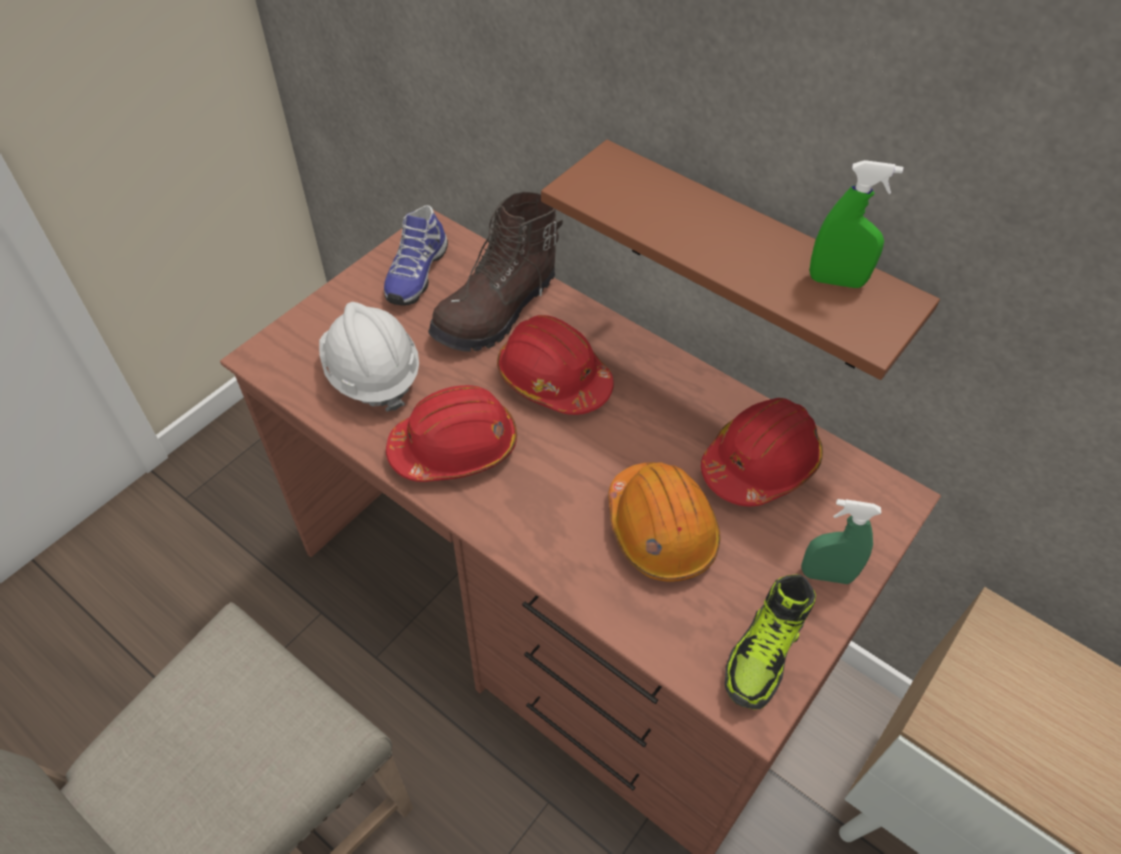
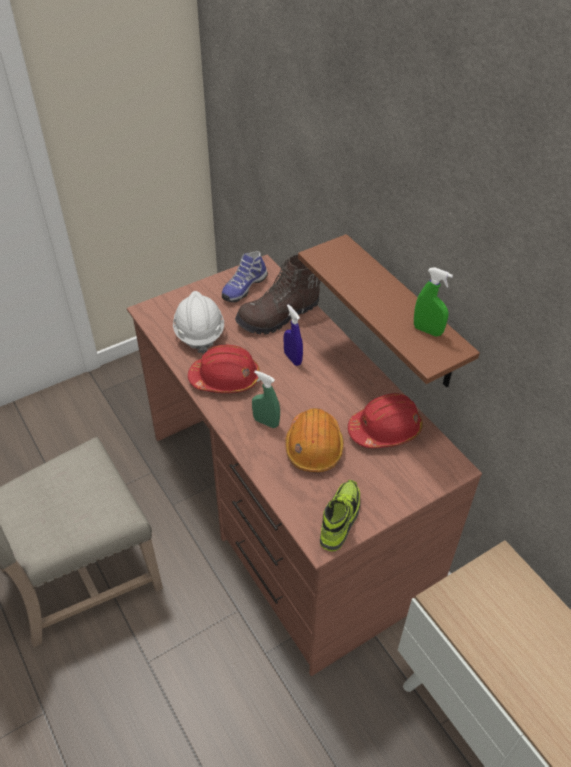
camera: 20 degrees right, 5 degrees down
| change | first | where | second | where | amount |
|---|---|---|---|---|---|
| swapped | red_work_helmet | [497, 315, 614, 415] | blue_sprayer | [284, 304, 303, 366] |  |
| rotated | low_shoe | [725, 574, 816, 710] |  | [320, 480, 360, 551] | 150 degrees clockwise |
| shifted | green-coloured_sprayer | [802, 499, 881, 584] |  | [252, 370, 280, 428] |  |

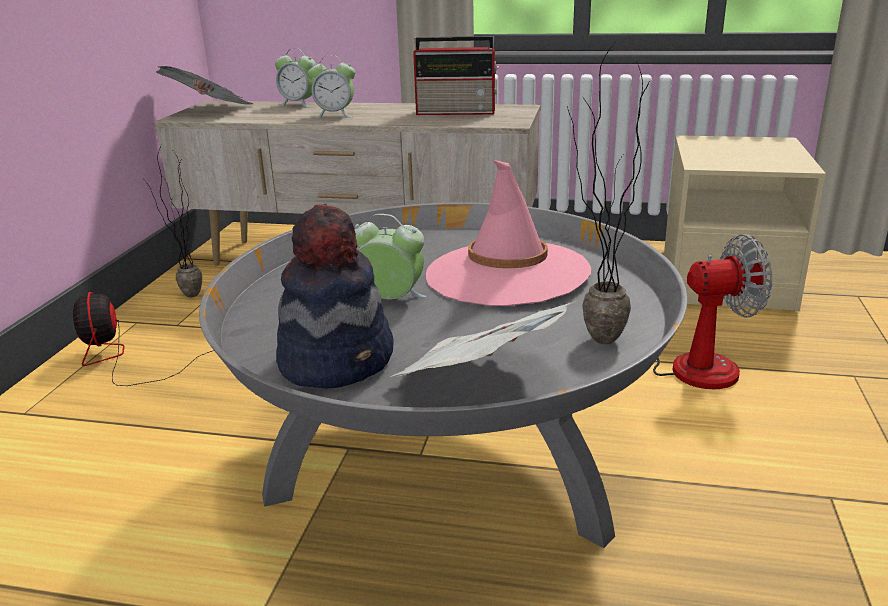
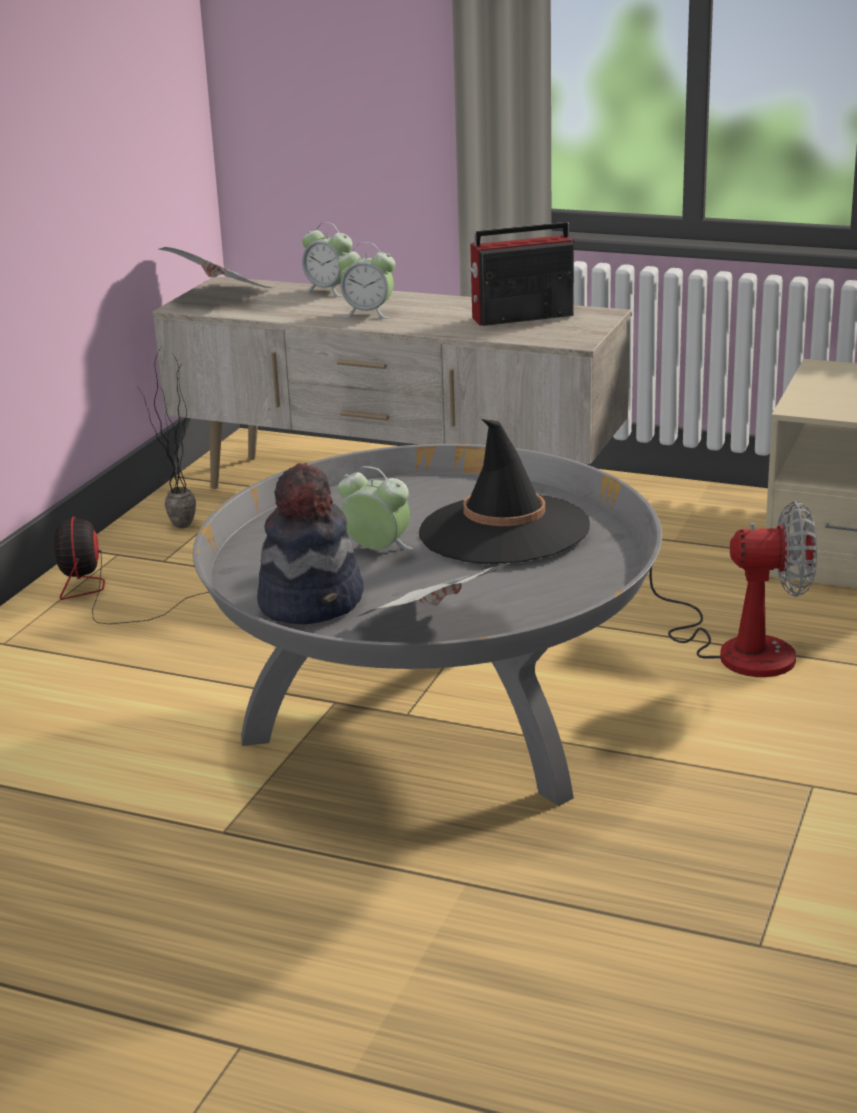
camera: 10 degrees right, 0 degrees up
| change | first | where | second | where | amount |
|---|---|---|---|---|---|
| rotated | radio | [413, 36, 499, 115] |  | [469, 222, 574, 326] | 150 degrees clockwise |
| repainted | pink-coloured_wearable_hat | [426, 160, 591, 306] | black_wearable_hat | [419, 419, 590, 564] |  |
| gone | houseplant | [567, 44, 650, 344] |  |  |  |

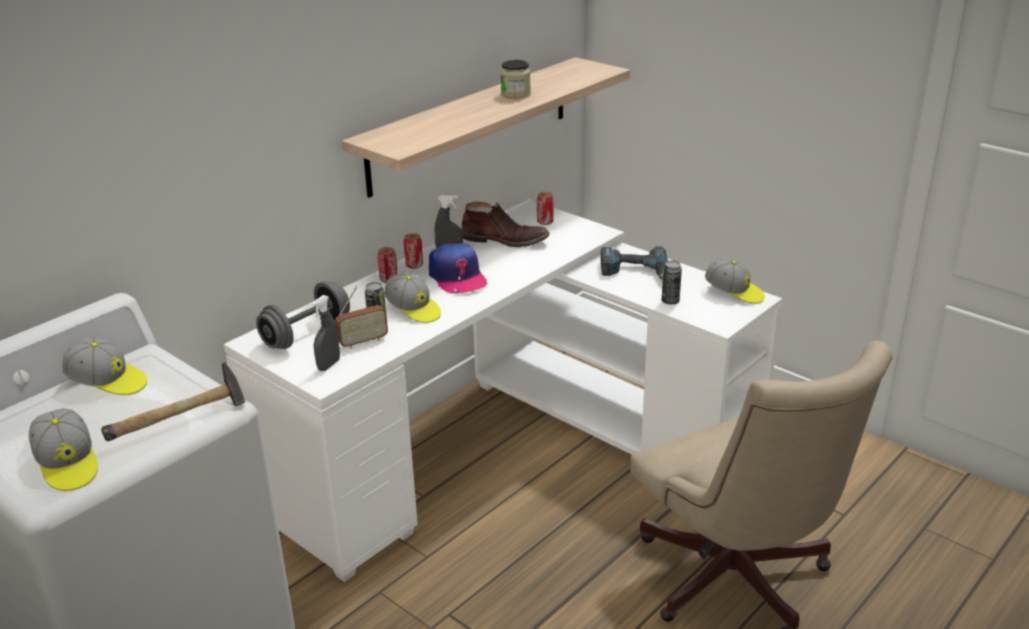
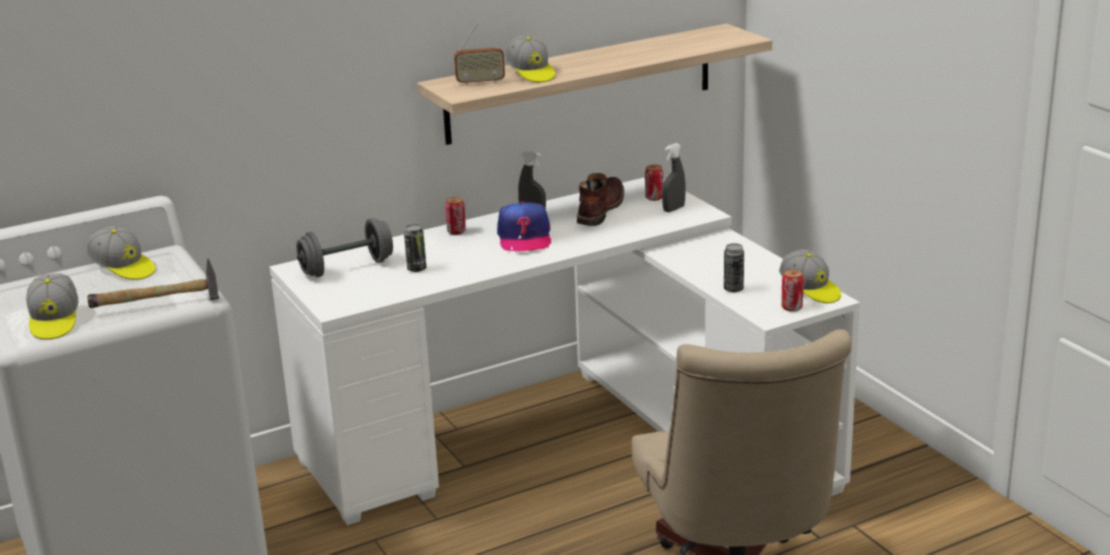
camera: 20 degrees right, 5 degrees down
| change | first | where | second | where | amount |
|---|---|---|---|---|---|
| shifted | grey_sprayer | [312, 295, 340, 371] |  | [662, 143, 686, 212] |  |
| shifted | radio | [335, 286, 388, 349] |  | [454, 23, 505, 86] |  |
| shifted | peaked_cap | [384, 272, 441, 323] |  | [506, 35, 555, 82] |  |
| shifted | can | [404, 233, 423, 269] |  | [781, 269, 804, 312] |  |
| rotated | brownish_tall_boot | [461, 202, 550, 247] |  | [577, 173, 624, 226] | 105 degrees counterclockwise |
| gone | storage_jar | [500, 60, 531, 99] |  |  |  |
| gone | drill | [601, 246, 668, 280] |  |  |  |

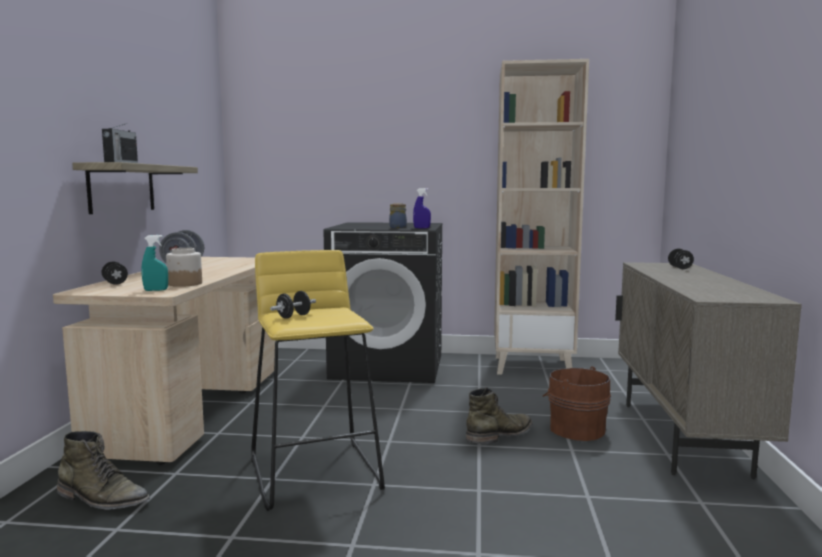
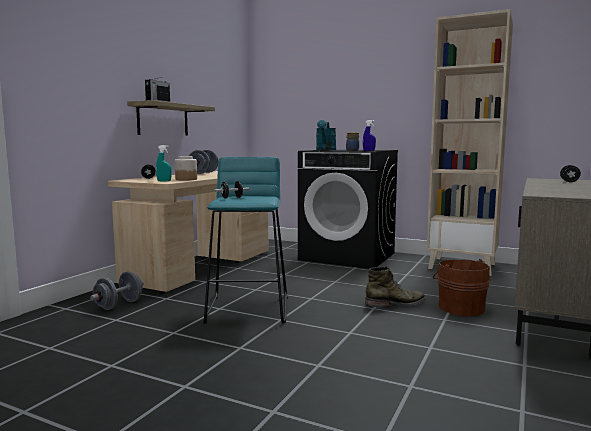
camera: 20 degrees right, 0 degrees up
| change | first | where | second | where | amount |
|---|---|---|---|---|---|
| swapped | green-coloured_tall_boot | [57, 431, 150, 510] | grey_dumbbell | [90, 271, 144, 310] |  |
| repainted | yellow_sitting_stool | [251, 250, 385, 511] | turquoise-coloured_sitting_stool | [203, 157, 288, 324] |  |
| new |  |  | turquoise-coloured_sprinkling_can | [316, 120, 336, 150] |  |

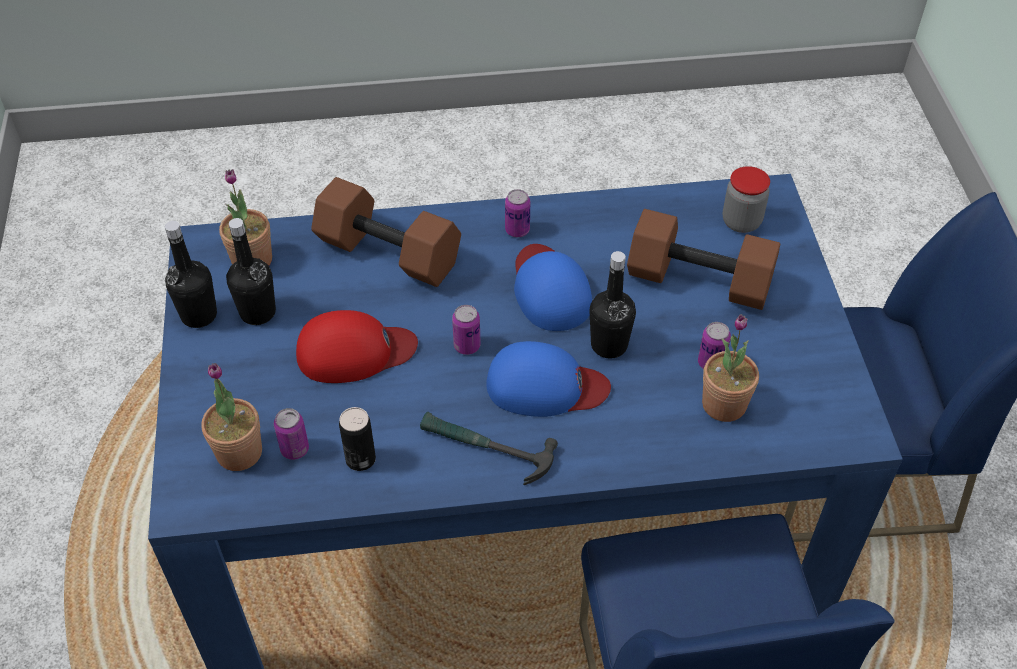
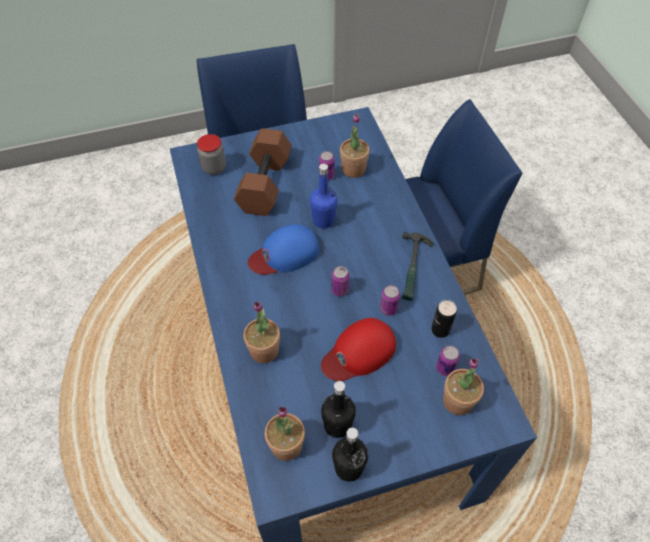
camera: 100 degrees left, 5 degrees up
| change | first | where | second | where | amount |
|---|---|---|---|---|---|
| rotated | red_peaked_cap | [296, 310, 418, 383] |  | [321, 318, 396, 381] | 105 degrees counterclockwise |
| swapped | brownish_dumbbell | [311, 177, 461, 287] | houseplant | [243, 302, 280, 363] |  |
| gone | blue_peaked_cap | [486, 341, 611, 417] |  |  |  |
| shifted | can | [505, 189, 530, 237] |  | [380, 285, 400, 316] |  |
| repainted | black_beverage_bottle | [589, 251, 636, 359] | blue_beverage_bottle | [310, 164, 338, 228] |  |

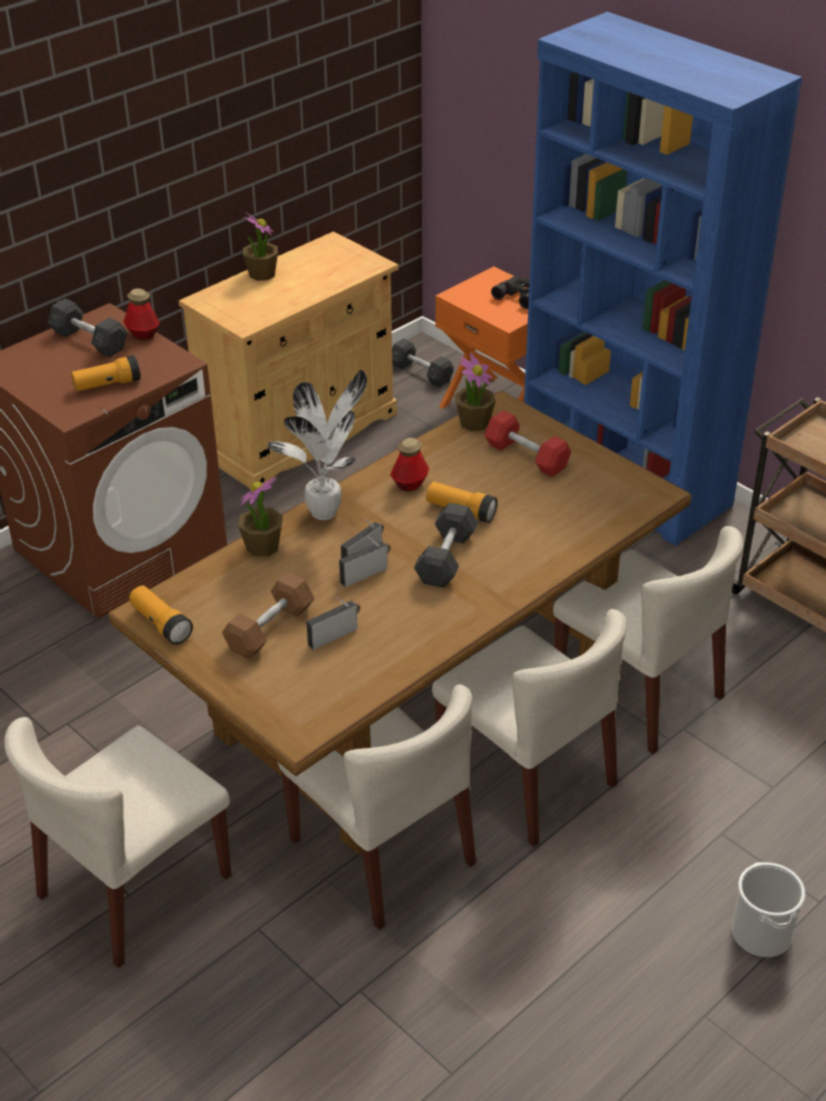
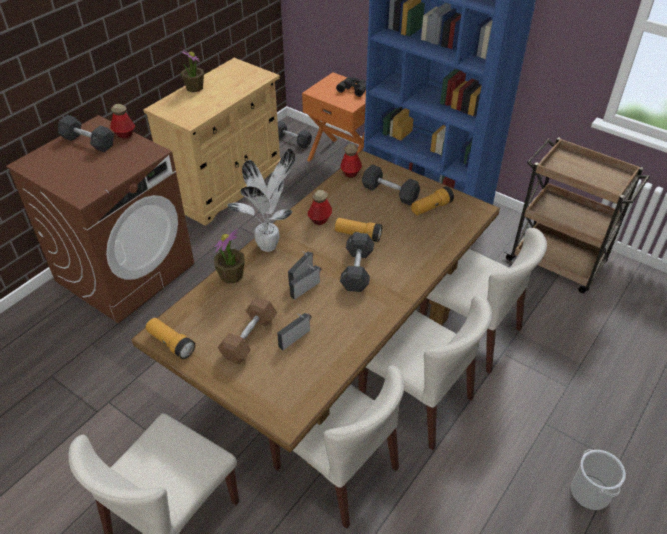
camera: 10 degrees left, 5 degrees up
| change | first | where | second | where | amount |
|---|---|---|---|---|---|
| shifted | hand_torch | [71, 355, 141, 391] |  | [411, 186, 454, 216] |  |
| swapped | houseplant | [455, 353, 496, 431] | beverage_bottle | [340, 144, 362, 178] |  |
| repainted | red_dumbbell | [484, 410, 571, 477] | grey_dumbbell | [362, 164, 420, 205] |  |

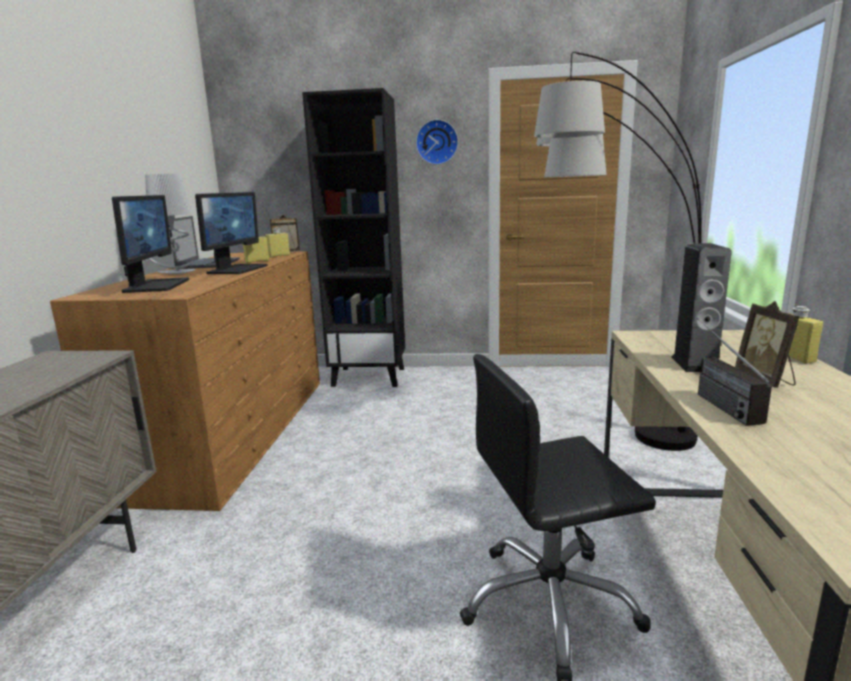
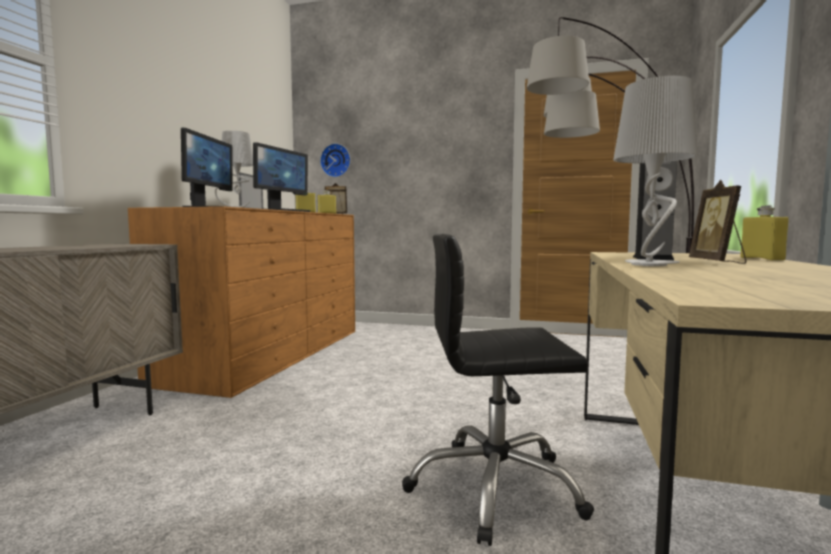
camera: 10 degrees right, 10 degrees down
| change | first | where | second | where | amount |
|---|---|---|---|---|---|
| gone | black_bookcase | [302, 88, 405, 387] |  |  |  |
| shifted | wall_clock | [416, 119, 458, 165] |  | [320, 143, 351, 177] |  |
| swapped | radio | [697, 318, 772, 426] | grey_table_lamp | [613, 75, 698, 266] |  |

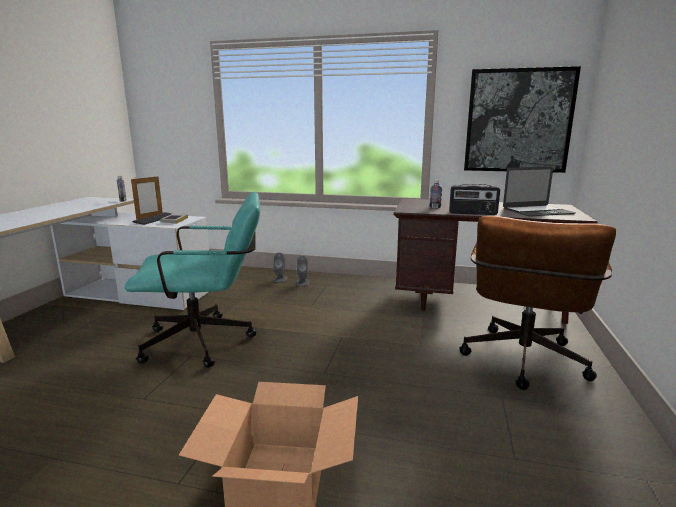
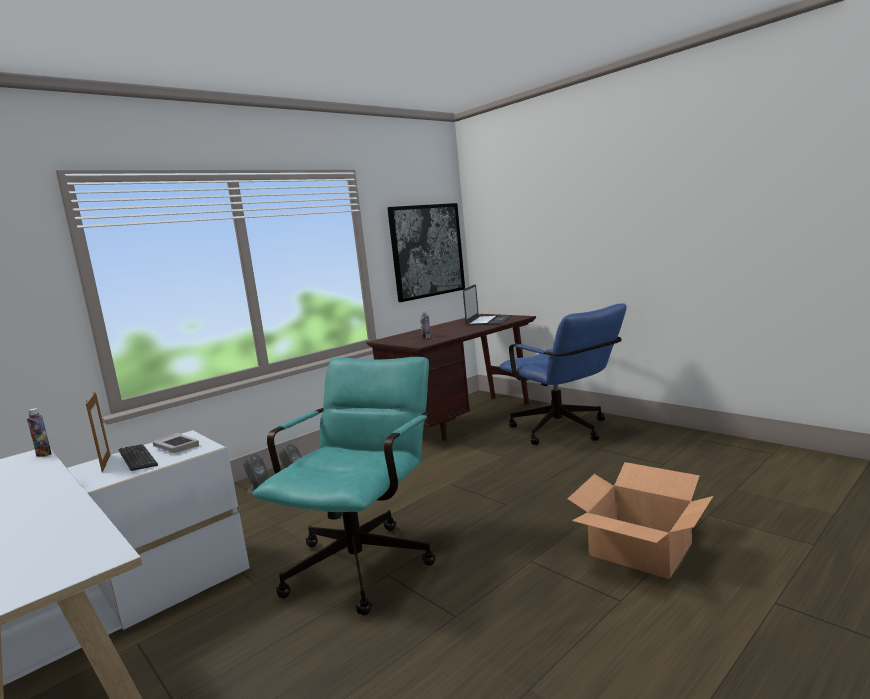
camera: 55 degrees left, 5 degrees down
| change | first | where | second | where | amount |
|---|---|---|---|---|---|
| gone | radio | [449, 184, 500, 215] |  |  |  |
| repainted | brownish_computer_chair | [459, 216, 616, 390] | blue_computer_chair | [499, 304, 627, 445] |  |

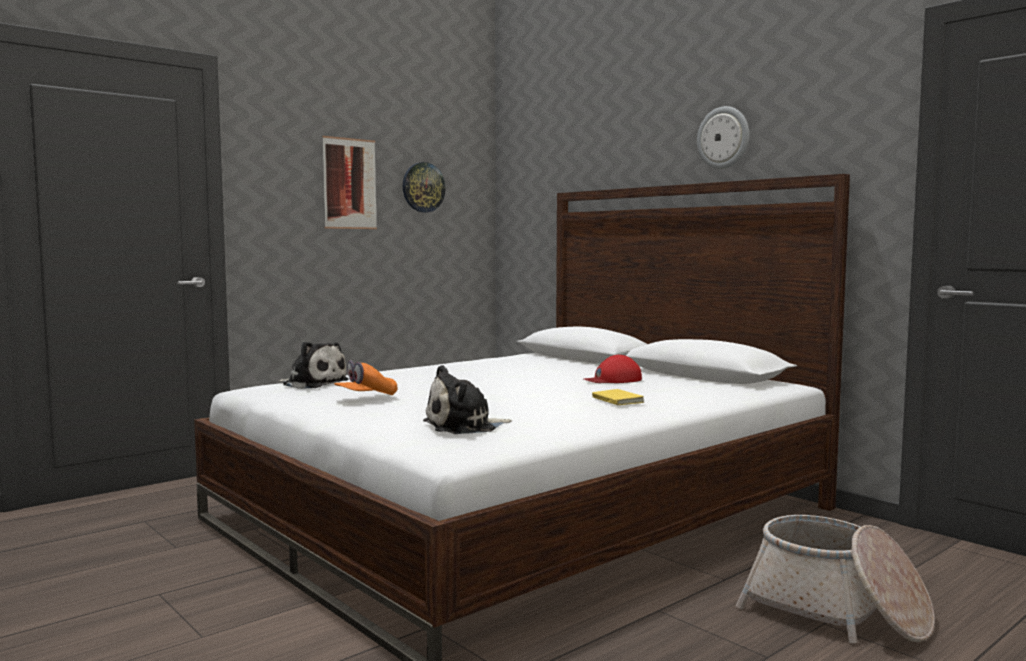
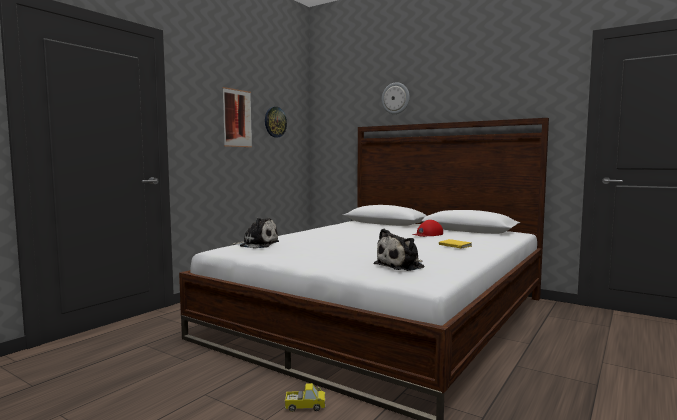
camera: 15 degrees left, 0 degrees up
| change | first | where | second | where | amount |
|---|---|---|---|---|---|
| gone | orange-coloured_peaked_cap | [334, 360, 397, 395] |  |  |  |
| shifted | wall_clock | [697, 106, 749, 169] |  | [381, 82, 410, 114] |  |
| gone | household_basket | [736, 515, 935, 643] |  |  |  |
| new |  |  | toy_truck | [285, 383, 325, 412] |  |

